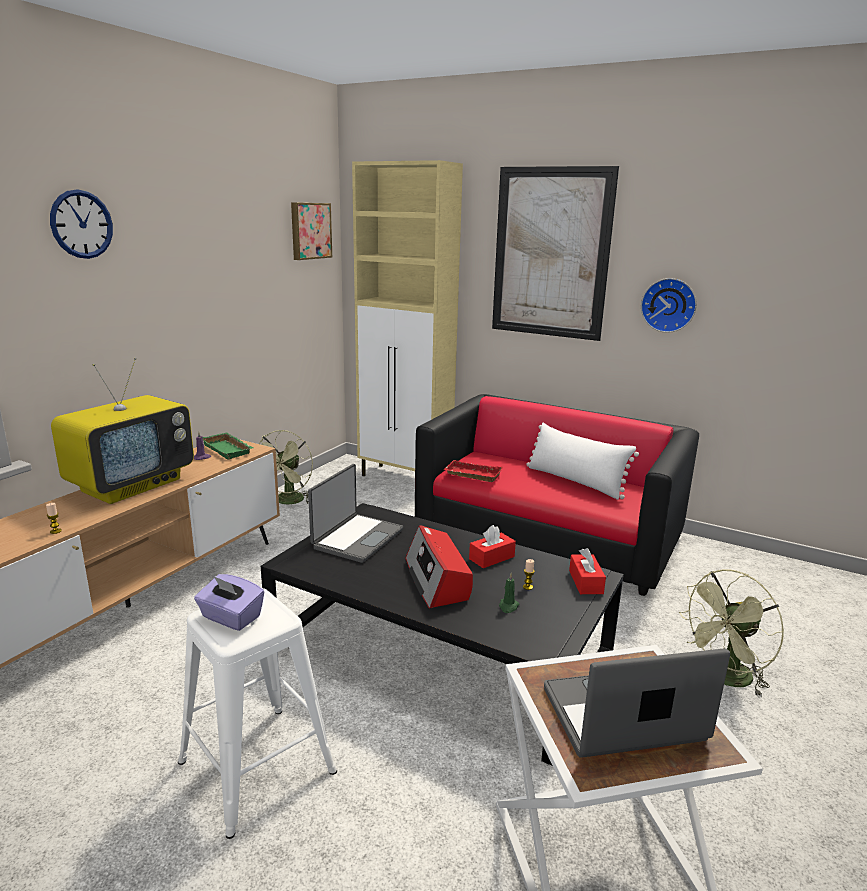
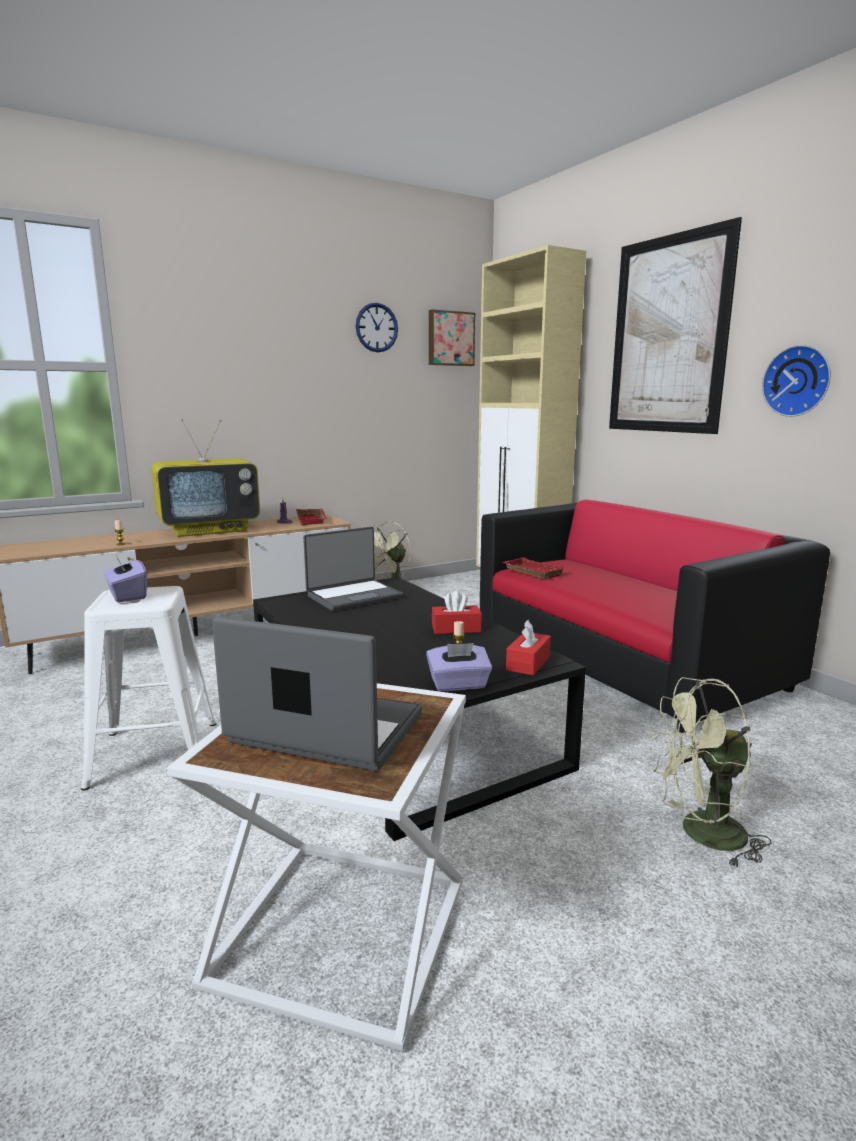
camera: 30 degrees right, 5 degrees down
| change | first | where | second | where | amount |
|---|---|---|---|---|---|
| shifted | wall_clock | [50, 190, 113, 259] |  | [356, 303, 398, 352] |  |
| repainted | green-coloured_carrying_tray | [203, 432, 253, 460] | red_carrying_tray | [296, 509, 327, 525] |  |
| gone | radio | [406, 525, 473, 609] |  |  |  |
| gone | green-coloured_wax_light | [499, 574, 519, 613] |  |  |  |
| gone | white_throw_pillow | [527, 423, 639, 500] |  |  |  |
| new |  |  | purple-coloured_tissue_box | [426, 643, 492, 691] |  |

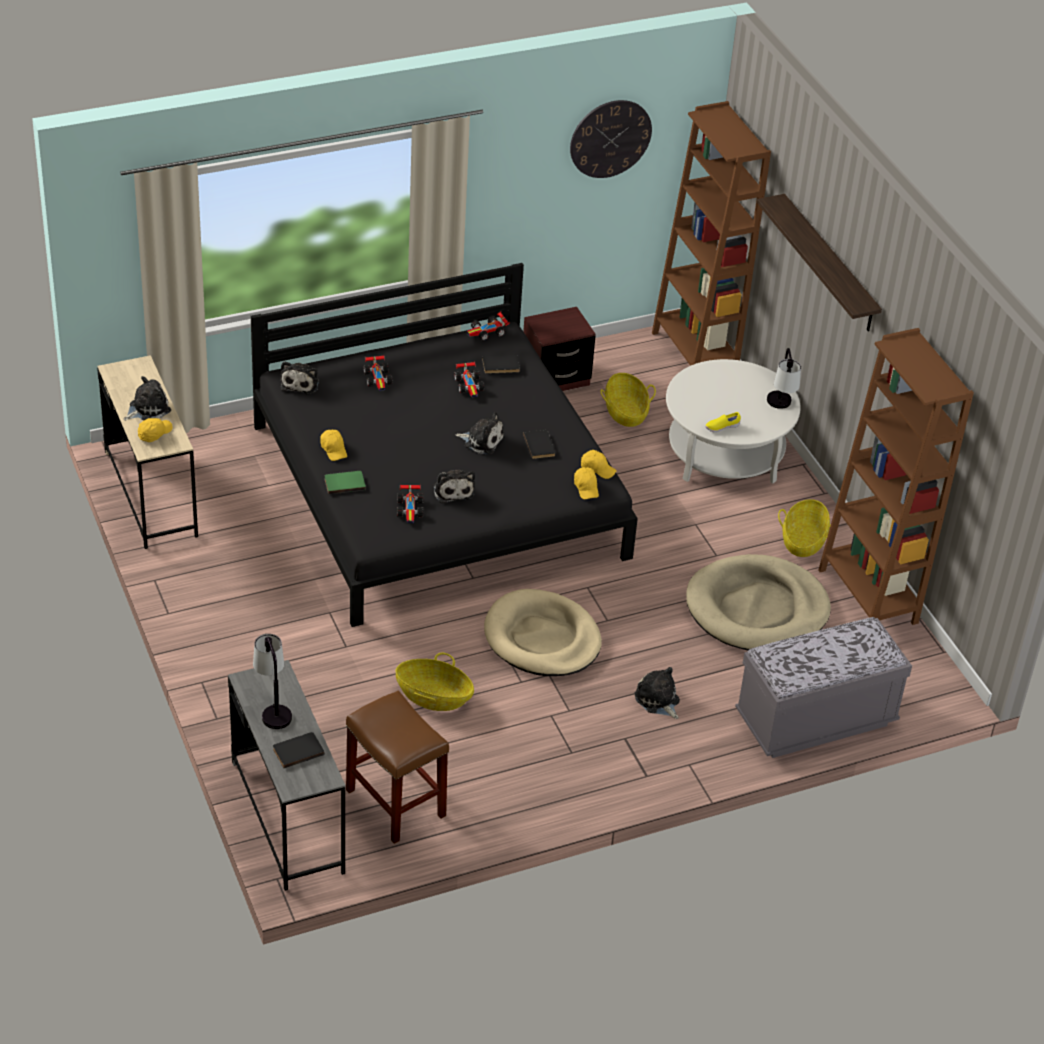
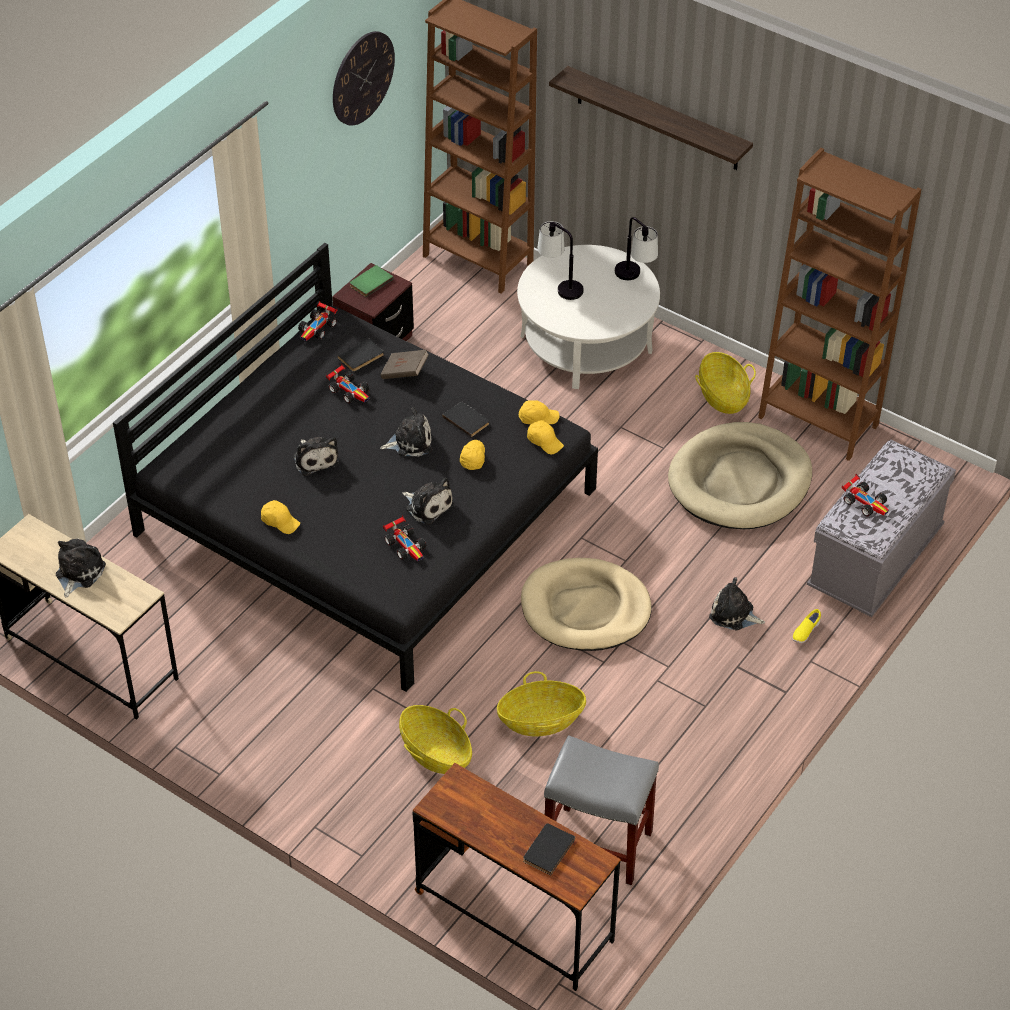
camera: 30 degrees left, 5 degrees up
| change | first | where | second | where | amount |
|---|---|---|---|---|---|
| shifted | yellow_peaked_cap | [138, 418, 173, 442] |  | [460, 440, 485, 470] |  |
| repainted | grey_desk | [228, 660, 345, 891] | brownish_desk | [412, 763, 621, 991] |  |
| shifted | table_lamp | [253, 634, 292, 729] |  | [537, 221, 584, 300] |  |
| shifted | plush_toy | [280, 361, 319, 395] |  | [293, 437, 339, 476] |  |
| shifted | green-coloured_volume | [324, 471, 366, 494] |  | [350, 265, 394, 297] |  |
| repainted | brownish_sitting_stool | [346, 691, 449, 844] | grey_sitting_stool | [544, 735, 659, 885] |  |
| shifted | model_car | [363, 355, 393, 391] |  | [842, 474, 889, 517] |  |
| shifted | household_basket | [600, 373, 656, 427] |  | [399, 705, 472, 774] |  |
| shifted | yellow_low_shoe | [705, 412, 741, 432] |  | [792, 609, 821, 643] |  |
| new |  |  | brownish_volume | [380, 350, 429, 379] |  |

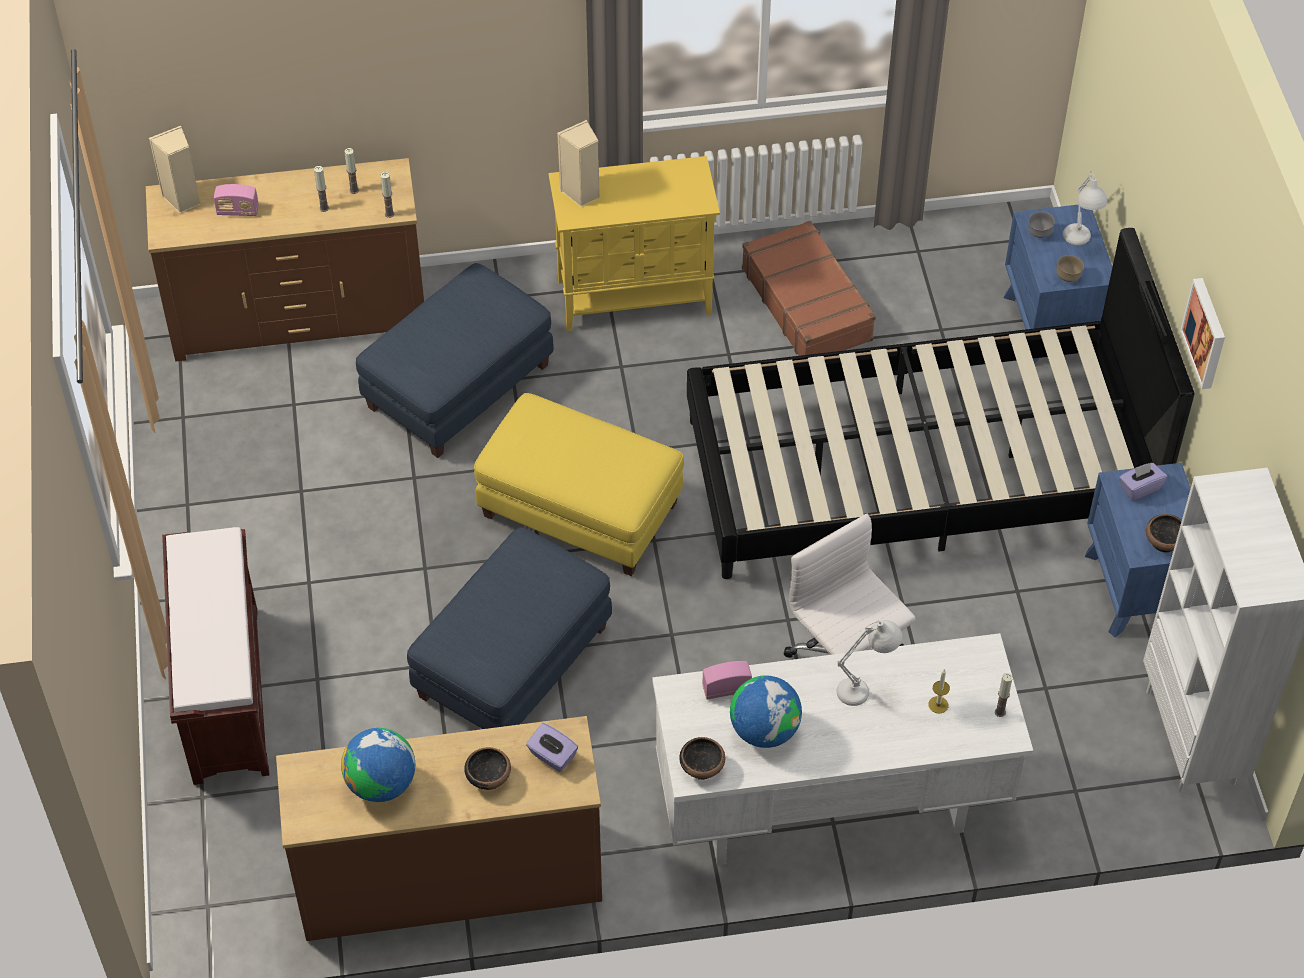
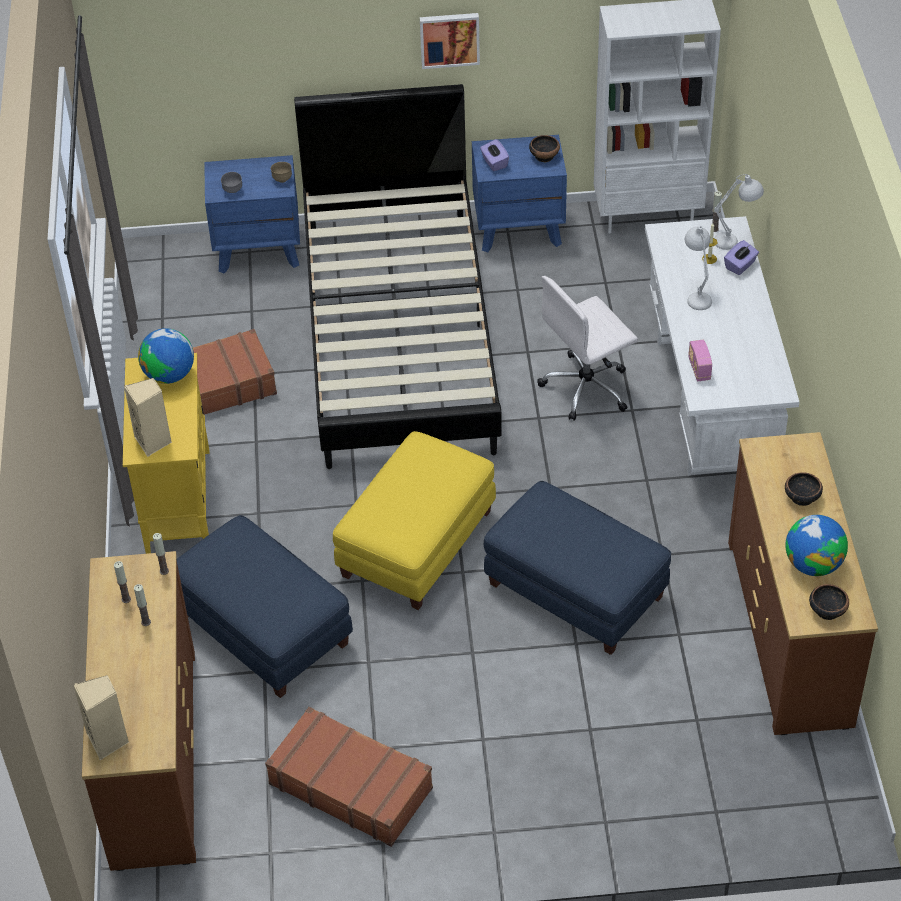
camera: 85 degrees left, 5 degrees down
| change | first | where | second | where | amount |
|---|---|---|---|---|---|
| gone | brownish_bench | [162, 527, 269, 785] |  |  |  |
| gone | radio | [214, 184, 259, 216] |  |  |  |
| shifted | purple-coloured_tissue_box | [526, 723, 578, 772] |  | [724, 240, 759, 275] |  |
| shifted | serving_bowl | [679, 737, 725, 780] |  | [809, 584, 849, 620] |  |
| shifted | desk_globe | [730, 675, 802, 748] |  | [138, 328, 194, 384] |  |
| shifted | white_table_lamp | [1063, 171, 1107, 245] |  | [714, 174, 764, 250] |  |
| new |  |  | brownish_suitcase | [265, 707, 433, 847] |  |

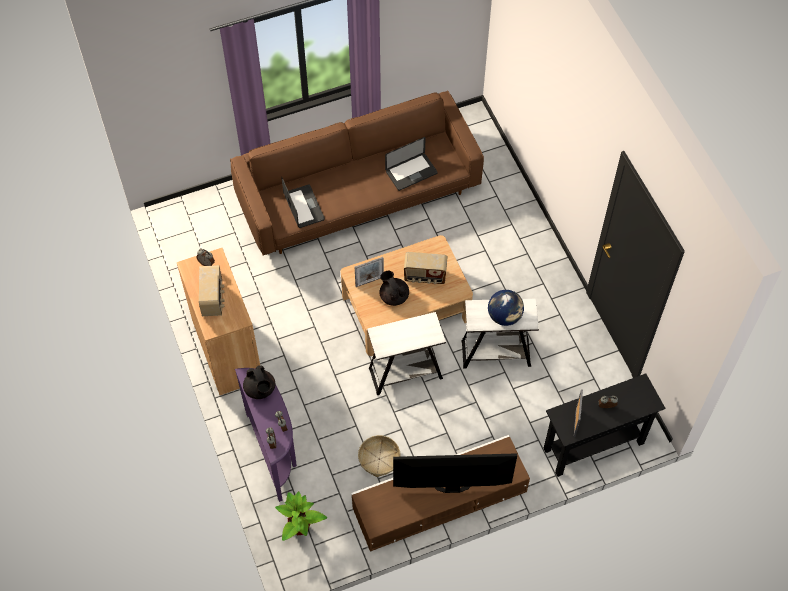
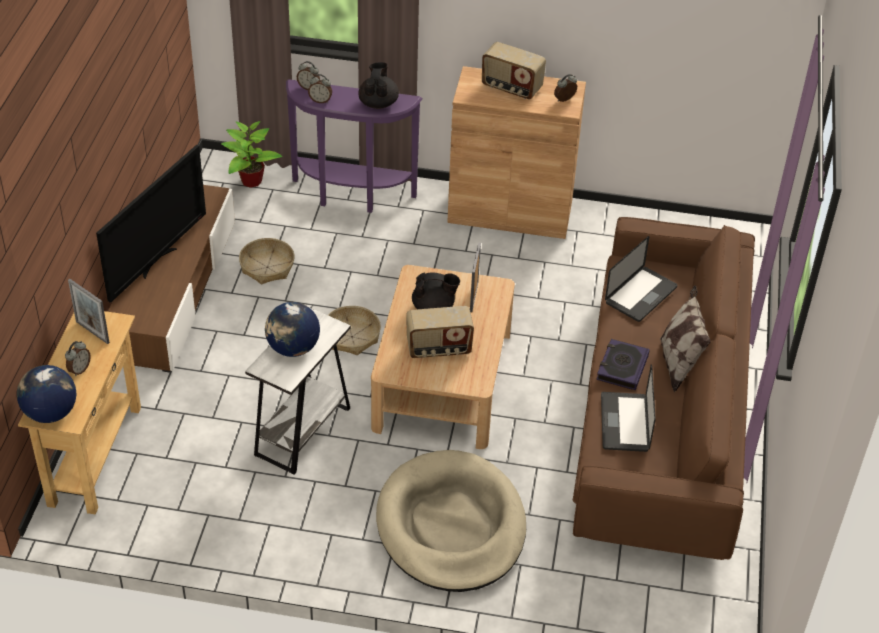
camera: 120 degrees right, 15 degrees down
| change | first | where | second | where | amount |
|---|---|---|---|---|---|
| rotated | black_teapot | [243, 365, 276, 399] |  | [358, 62, 399, 109] | 90 degrees clockwise |
| rotated | notebook_computer | [281, 177, 325, 228] |  | [605, 236, 677, 322] | 60 degrees counterclockwise |
| swapped | white_end_table | [367, 312, 446, 395] | household_basket | [328, 306, 381, 355] |  |
| rotated | radio | [404, 252, 448, 284] |  | [406, 306, 474, 358] | 135 degrees counterclockwise |
| repainted | black_hall_table | [544, 374, 665, 477] | sand-coloured_hall_table | [18, 311, 141, 515] |  |
| new |  |  | desk_globe | [17, 365, 76, 423] |  |
| new |  |  | sand-coloured_dog_bed | [376, 450, 526, 592] |  |
| new |  |  | volume | [596, 339, 650, 391] |  |
| new |  |  | throw_pillow | [660, 286, 710, 393] |  |

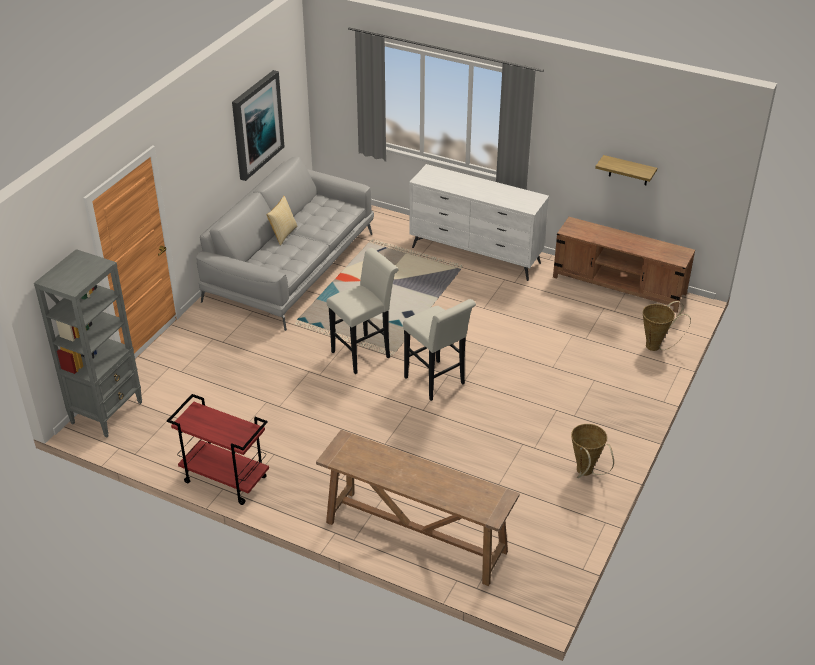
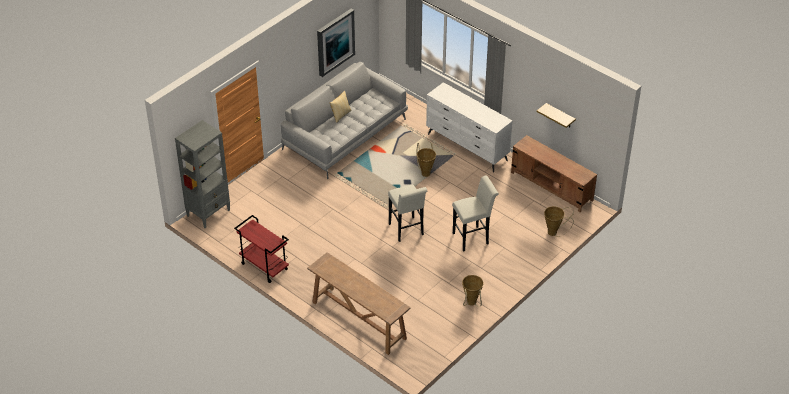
camera: 15 degrees right, 5 degrees up
| change | first | where | second | where | amount |
|---|---|---|---|---|---|
| shifted | white_sitting_stool | [326, 248, 399, 374] |  | [452, 175, 499, 252] |  |
| new |  |  | household_basket | [417, 142, 436, 177] |  |

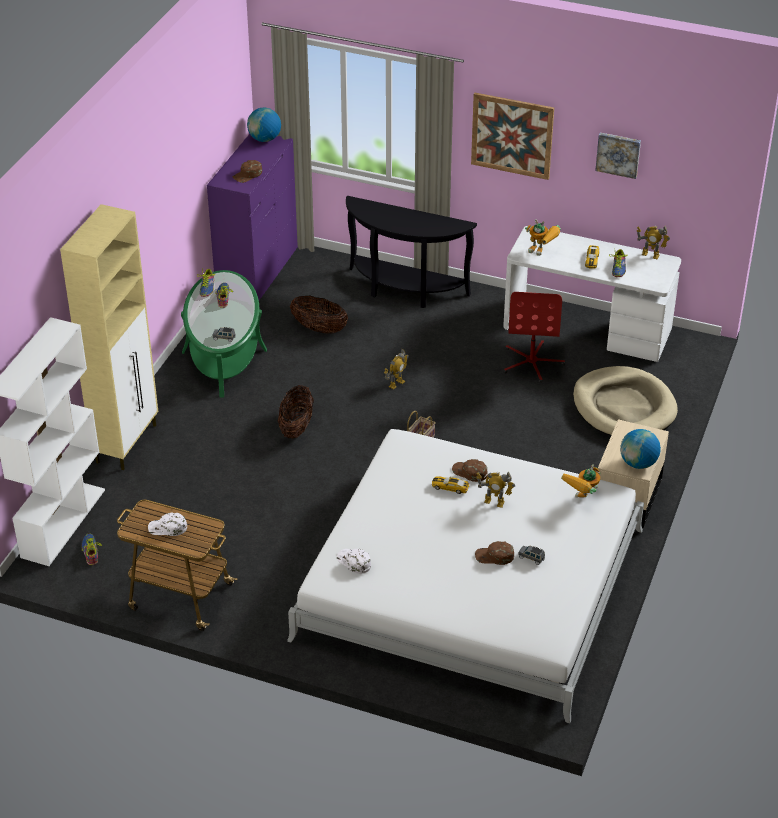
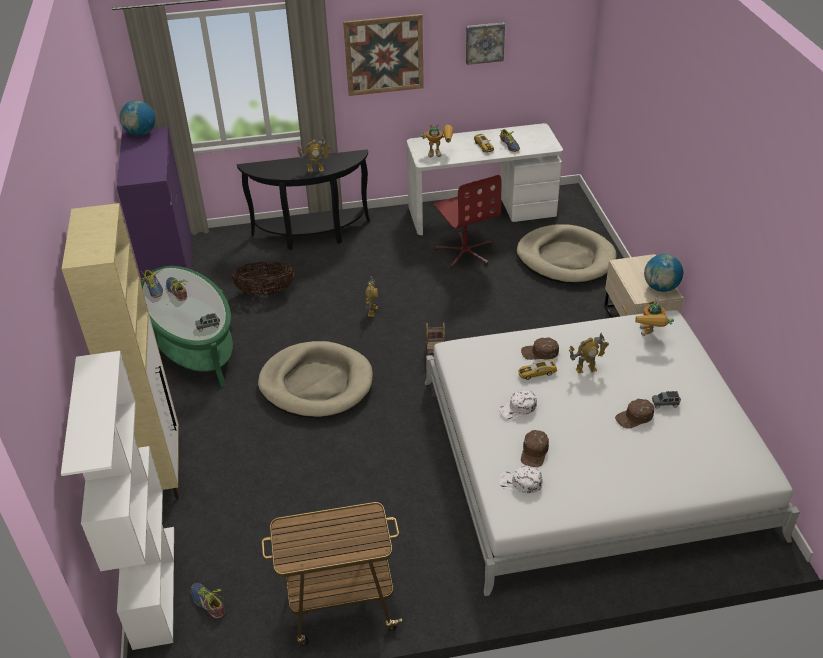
camera: 30 degrees left, 0 degrees up
| change | first | where | second | where | amount |
|---|---|---|---|---|---|
| shifted | white_peaked_cap | [148, 512, 187, 536] |  | [499, 390, 537, 420] |  |
| shifted | brownish_peaked_cap | [233, 160, 262, 183] |  | [521, 430, 549, 467] |  |
| swapped | household_basket | [278, 385, 314, 438] | sand-coloured_dog_bed | [258, 341, 373, 418] |  |
| shifted | robot_figure | [637, 226, 670, 259] |  | [297, 137, 330, 172] |  |

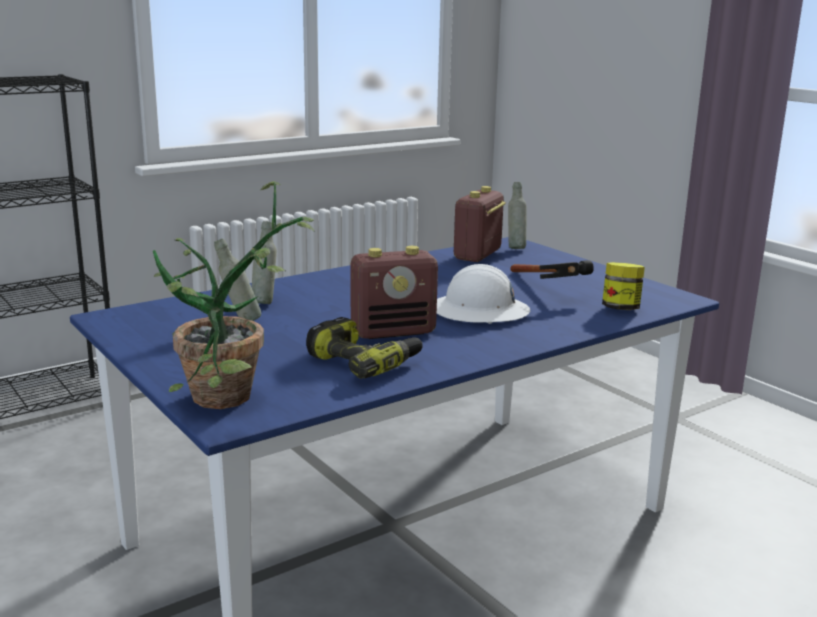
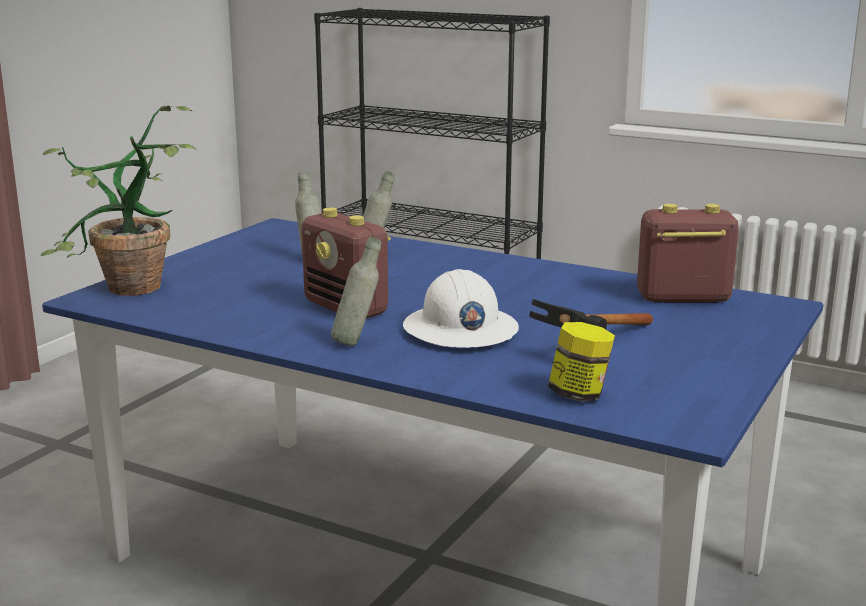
camera: 65 degrees right, 0 degrees up
| change | first | where | second | where | amount |
|---|---|---|---|---|---|
| gone | drill | [306, 317, 423, 379] |  |  |  |
| shifted | grey_beverage_bottle | [508, 182, 527, 249] |  | [331, 237, 381, 346] |  |

